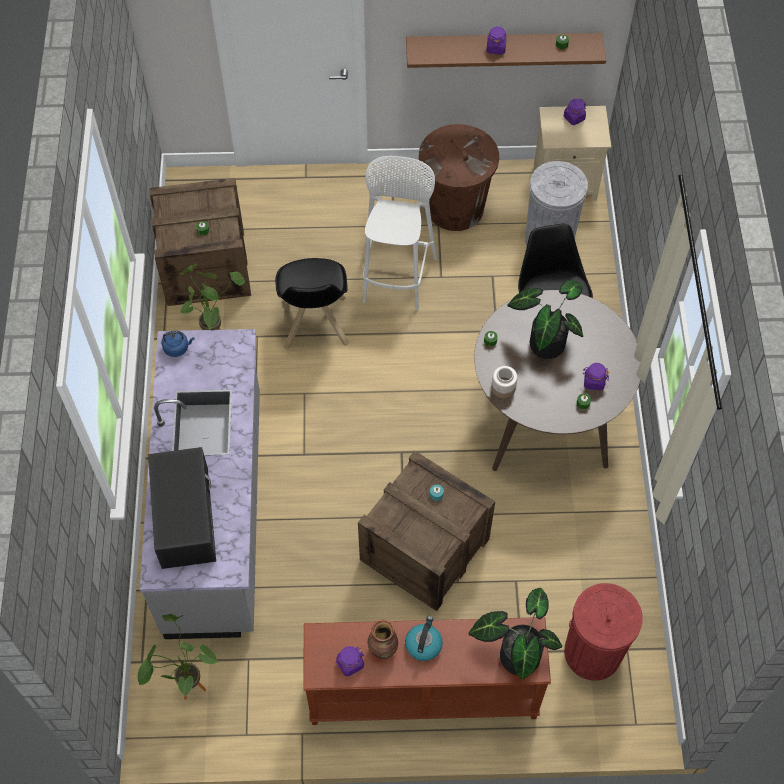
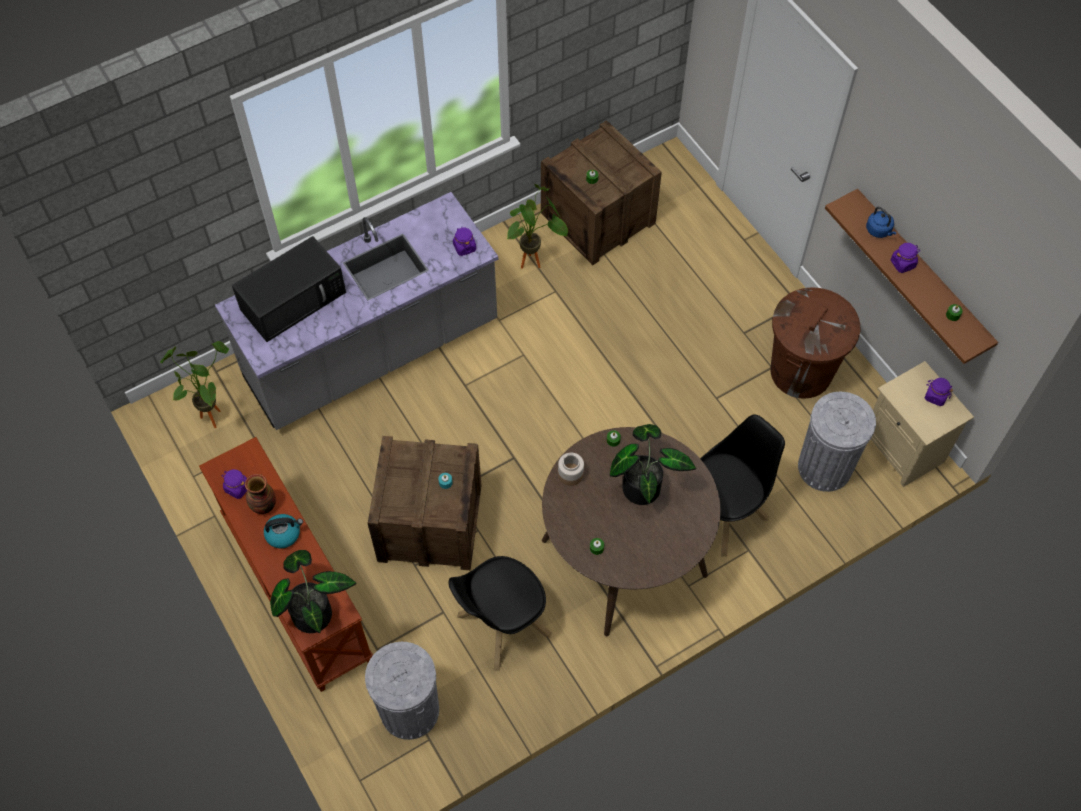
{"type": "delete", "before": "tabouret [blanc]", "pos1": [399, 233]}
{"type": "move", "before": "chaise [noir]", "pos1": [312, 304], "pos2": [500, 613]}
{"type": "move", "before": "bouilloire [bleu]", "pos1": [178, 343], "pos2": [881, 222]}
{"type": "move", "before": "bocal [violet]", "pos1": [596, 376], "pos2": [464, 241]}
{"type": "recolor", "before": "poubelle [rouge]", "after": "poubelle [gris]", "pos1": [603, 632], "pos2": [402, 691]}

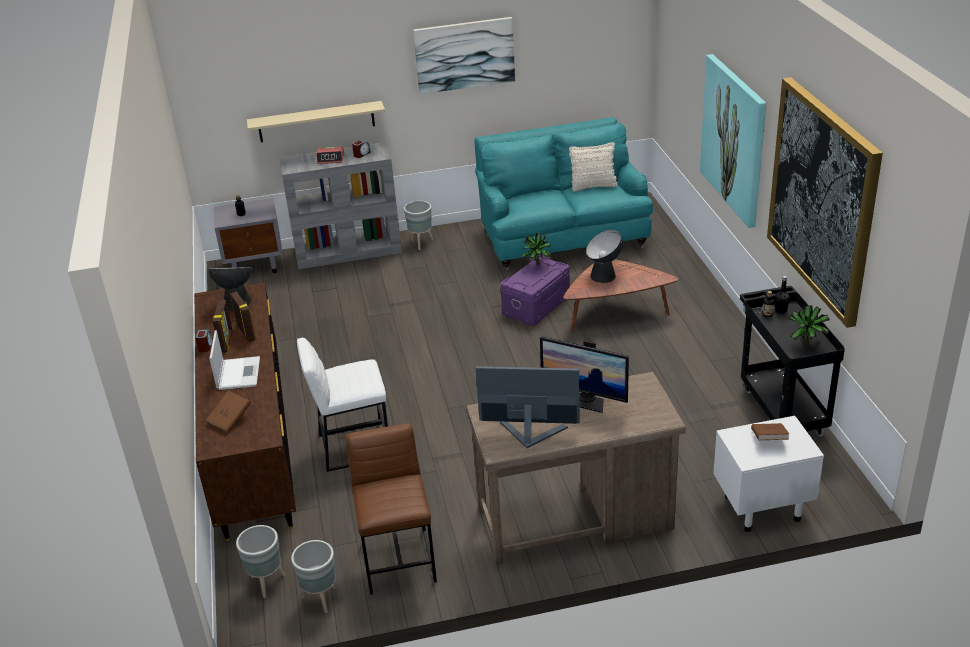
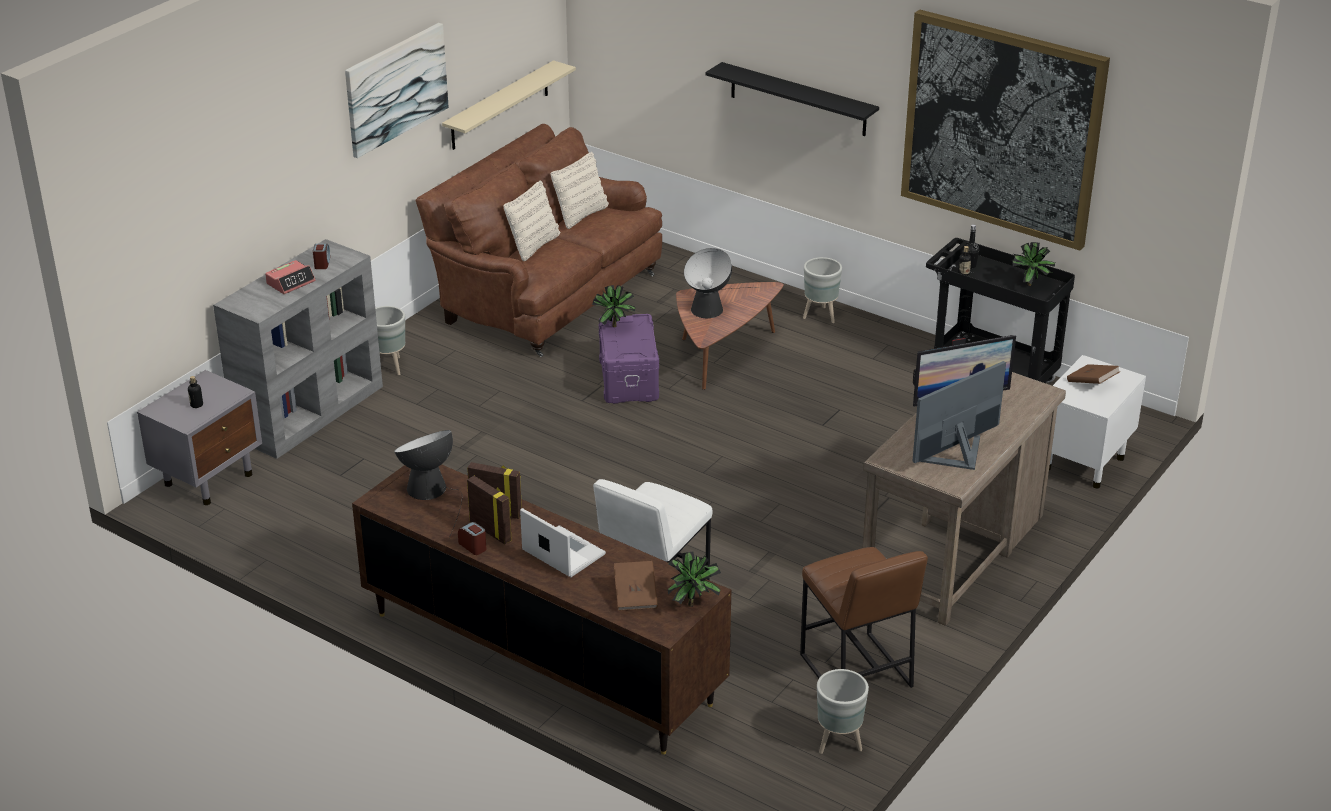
{"type": "replace", "before": "tableau", "after": "étagère [noir]", "pos1": [733, 141], "pos2": [792, 99]}
{"type": "move", "before": "étagère [beige]", "pos1": [316, 121], "pos2": [509, 105]}
{"type": "recolor", "before": "canapé [turquoise]", "after": "canapé [marron]", "pos1": [563, 194], "pos2": [539, 240]}
{"type": "rotate", "before": "chaise [marron]", "pos1": [391, 509], "pos2": [864, 617], "turn": -150}
{"type": "move", "before": "cache-pot [gris]", "pos1": [260, 561], "pos2": [822, 290]}
{"type": "insert", "after": "coussin [beige]", "pos2": [532, 221]}
{"type": "insert", "after": "plante en pot", "pos2": [694, 579]}

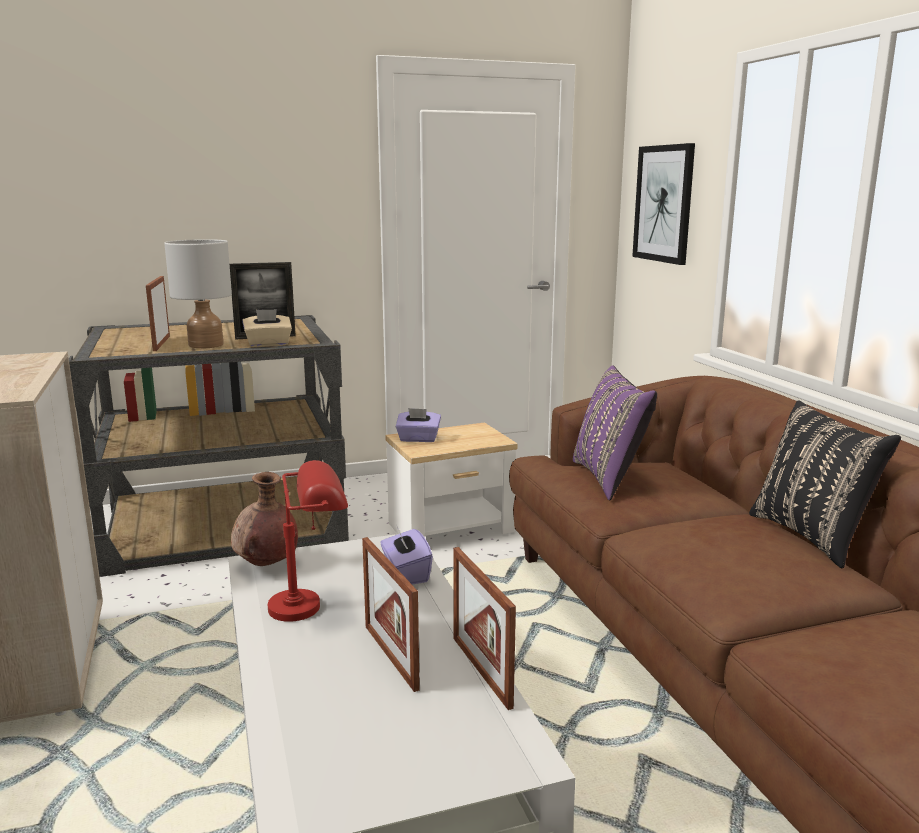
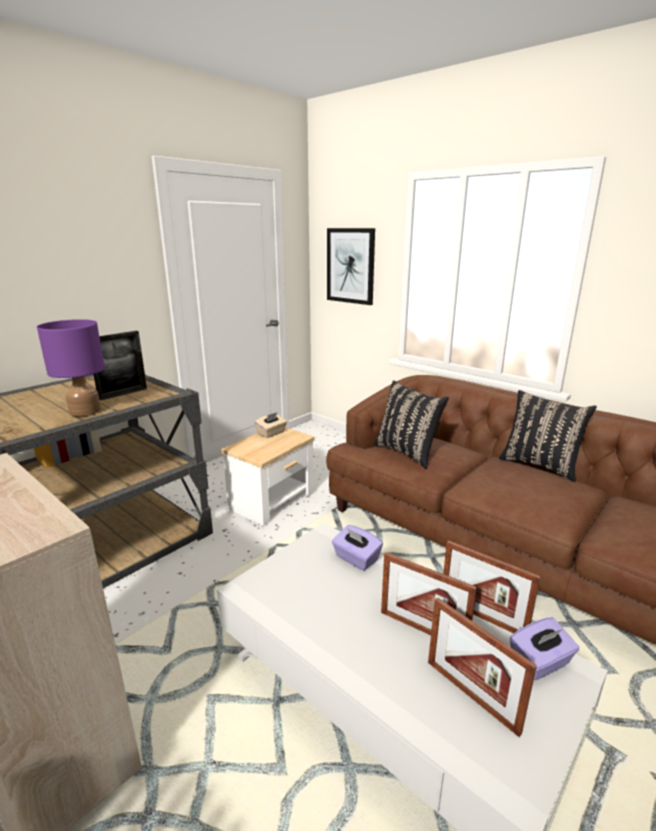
{"type": "recolor", "before": "lampe de table [gris]", "after": "lampe de table [violet]", "pos1": [198, 293], "pos2": [71, 367]}
{"type": "move", "before": "cadre photo", "pos1": [158, 313], "pos2": [482, 667]}
{"type": "move", "before": "boîte à mouchoirs [beige]", "pos1": [267, 328], "pos2": [271, 425]}
{"type": "recolor", "before": "coussin [violet]", "after": "coussin [noir]", "pos1": [615, 432], "pos2": [411, 424]}
{"type": "move", "before": "boîte à mouchoirs [violet]", "pos1": [418, 425], "pos2": [545, 649]}
{"type": "delete", "before": "lampe de table [rouge]", "pos1": [308, 541]}
{"type": "delete", "before": "vase [marron]", "pos1": [264, 519]}

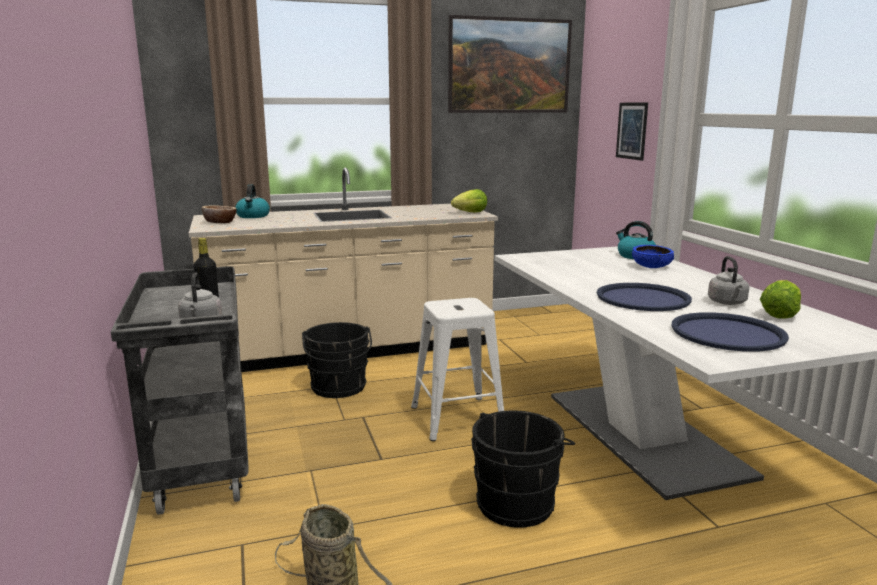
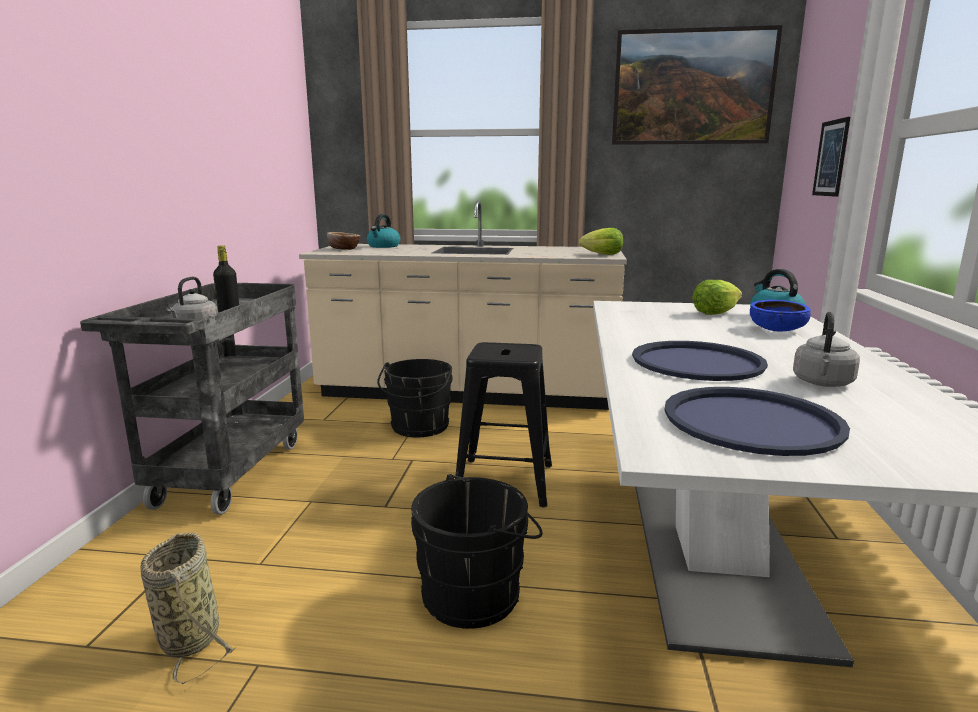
{"type": "move", "before": "laitue", "pos1": [780, 299], "pos2": [717, 297]}
{"type": "recolor", "before": "tabouret [blanc]", "after": "tabouret [noir]", "pos1": [457, 369], "pos2": [503, 424]}

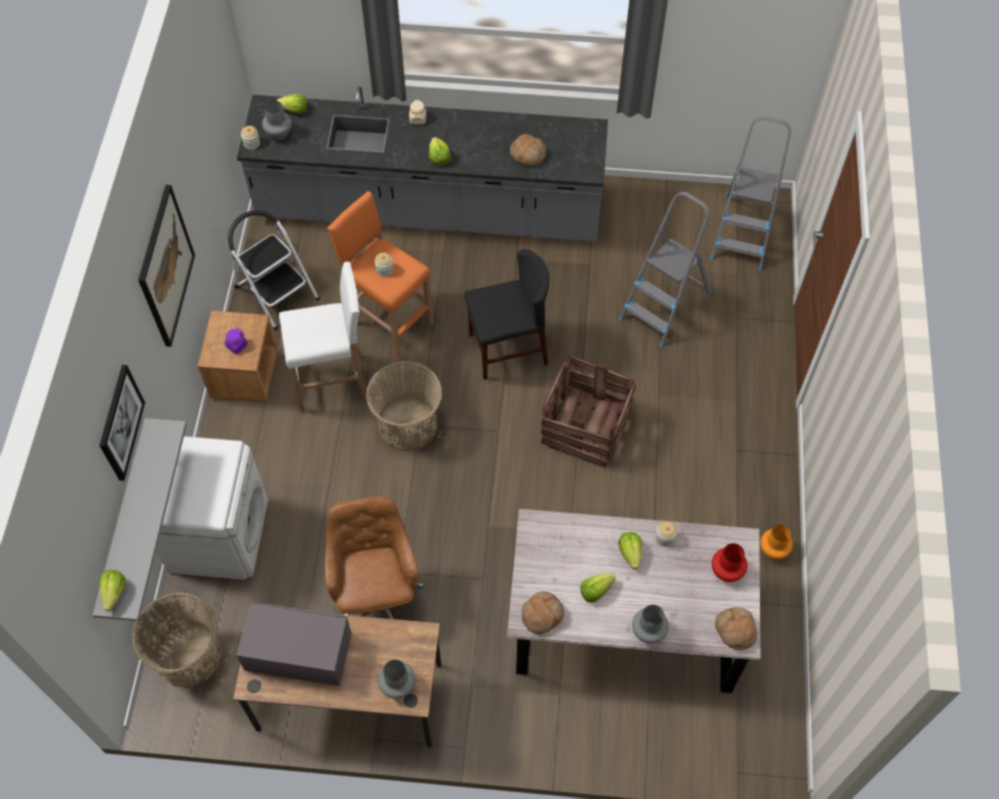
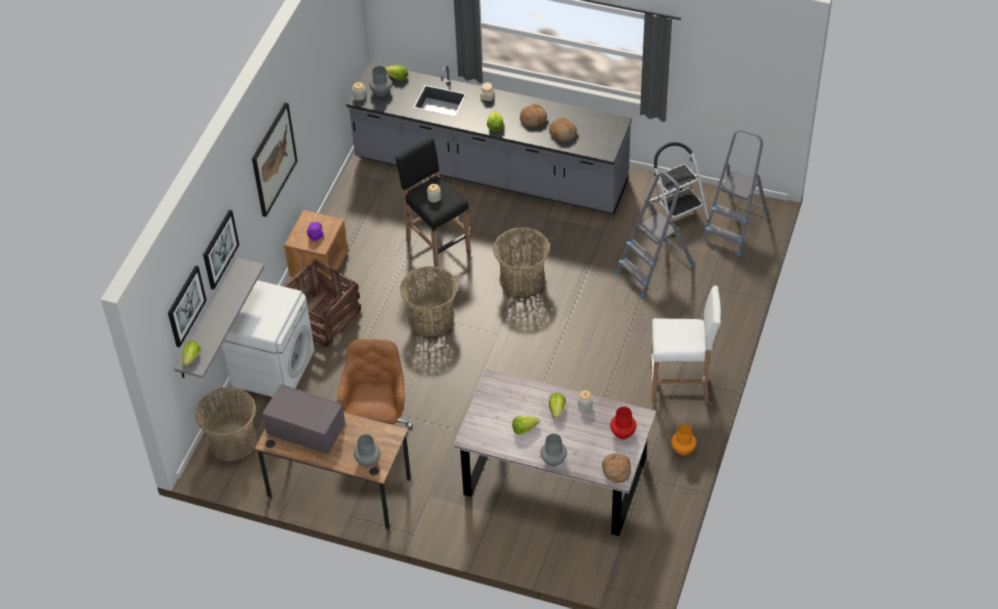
{"type": "recolor", "before": "tabouret [orange]", "after": "tabouret [noir]", "pos1": [380, 275], "pos2": [433, 204]}
{"type": "move", "before": "escabeau", "pos1": [274, 270], "pos2": [677, 189]}
{"type": "replace", "before": "chaise [noir]", "after": "panier", "pos1": [506, 314], "pos2": [521, 262]}
{"type": "move", "before": "tabouret [blanc]", "pos1": [323, 337], "pos2": [685, 345]}
{"type": "move", "before": "caisse", "pos1": [588, 411], "pos2": [322, 302]}
{"type": "move", "before": "pain", "pos1": [543, 612], "pos2": [533, 115]}
{"type": "insert", "after": "tableau", "pos2": [187, 306]}

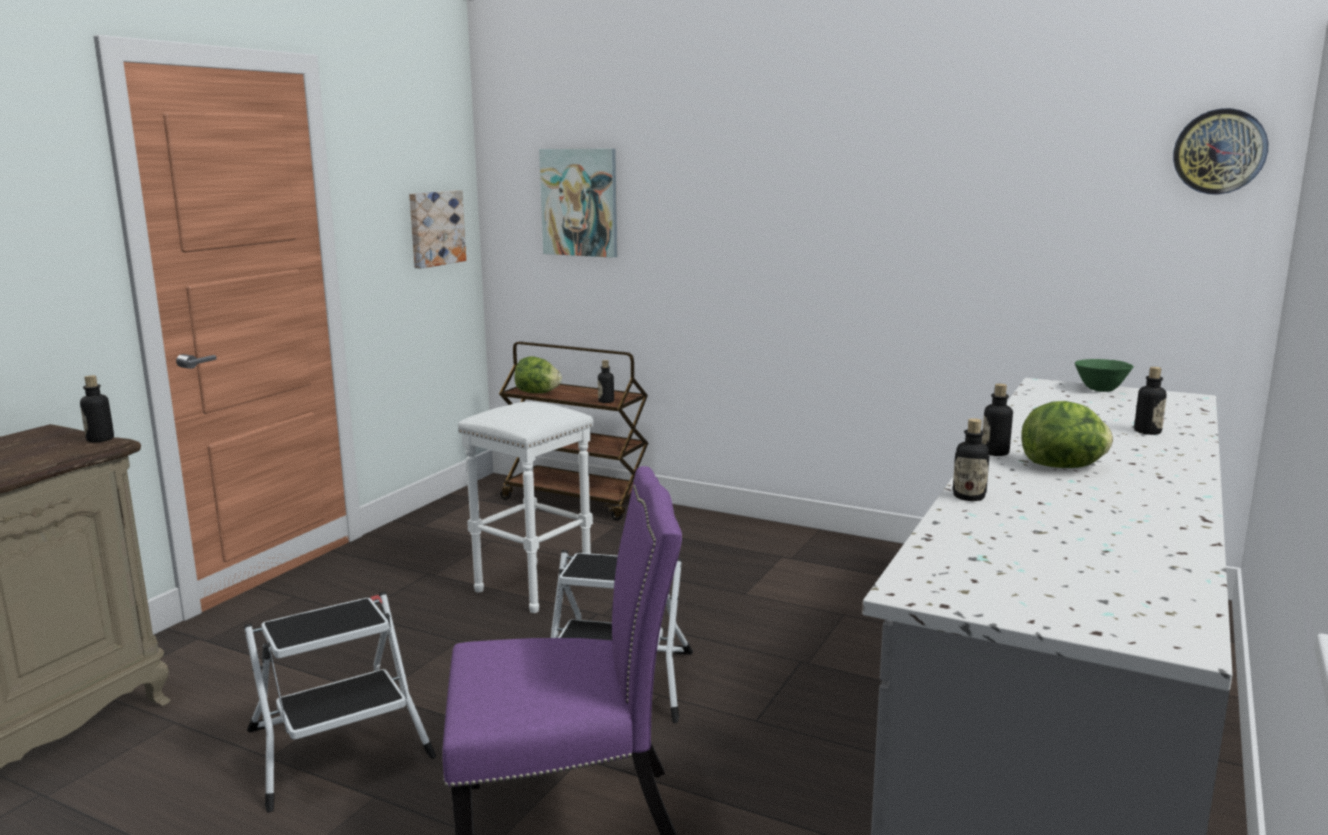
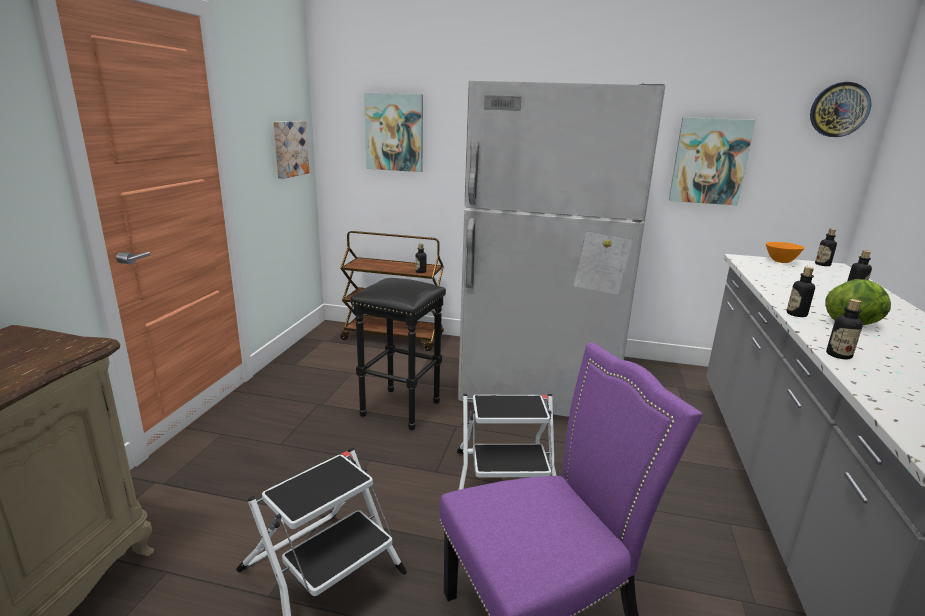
{"type": "delete", "before": "laitue", "pos1": [538, 374]}
{"type": "recolor", "before": "bol [vert]", "after": "bol [orange]", "pos1": [1104, 375], "pos2": [785, 252]}
{"type": "move", "before": "bouteille", "pos1": [97, 408], "pos2": [826, 247]}
{"type": "recolor", "before": "tabouret [blanc]", "after": "tabouret [noir]", "pos1": [525, 507], "pos2": [398, 354]}
{"type": "insert", "after": "réfrigérateur [blanc]", "pos2": [561, 249]}
{"type": "insert", "after": "tableau", "pos2": [712, 161]}

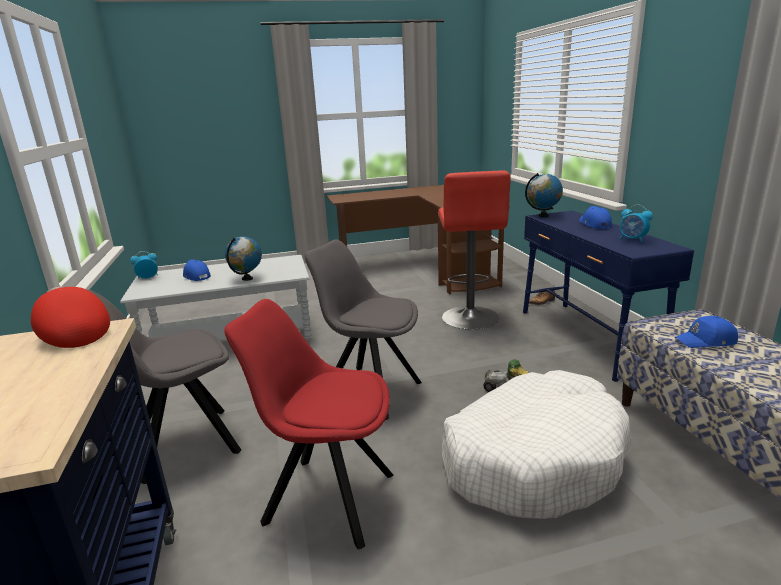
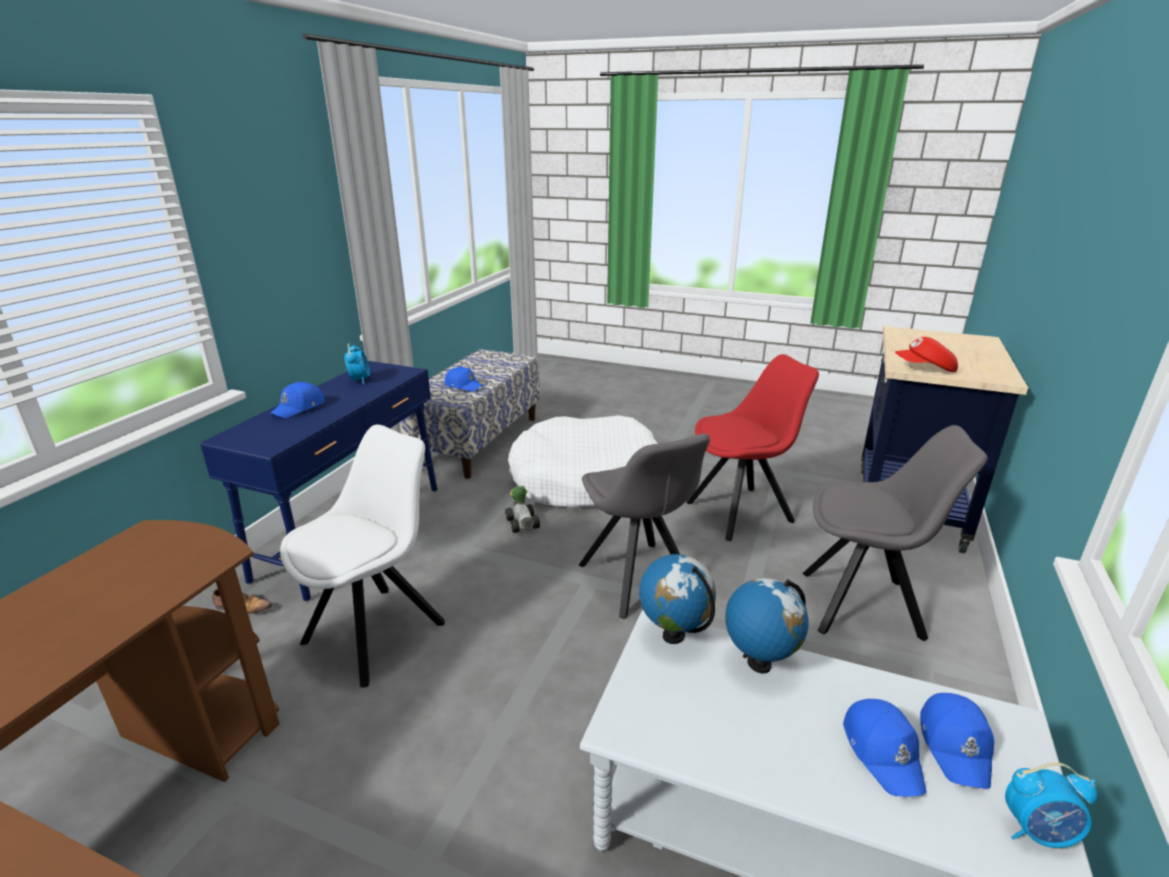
{"type": "replace", "before": "tabouret [rouge]", "after": "chaise [blanc]", "pos1": [474, 250], "pos2": [362, 555]}
{"type": "move", "before": "globe", "pos1": [544, 195], "pos2": [677, 599]}
{"type": "rotate", "before": "casquette [rouge]", "pos1": [70, 317], "pos2": [926, 354], "turn": 105}
{"type": "rotate", "before": "chaise [rouge]", "pos1": [309, 424], "pos2": [753, 447], "turn": -75}
{"type": "insert", "after": "casquette [bleu]", "pos2": [957, 741]}

